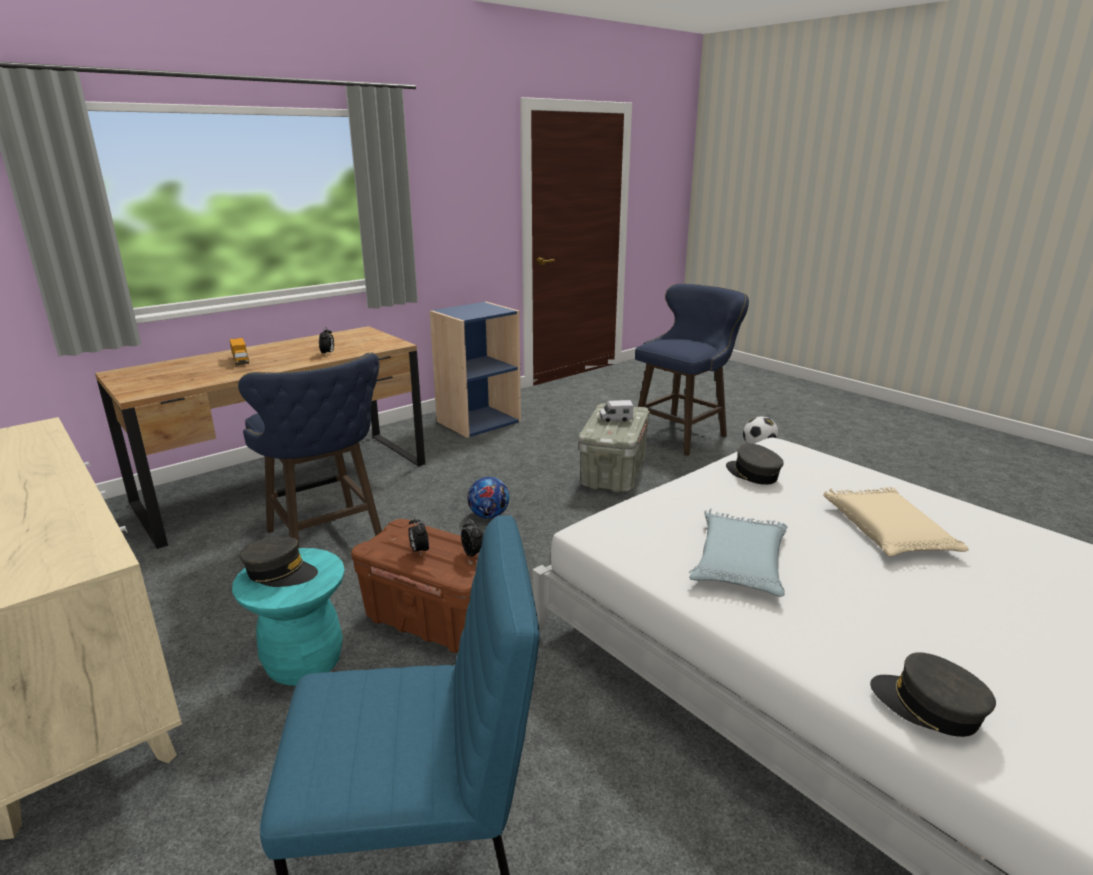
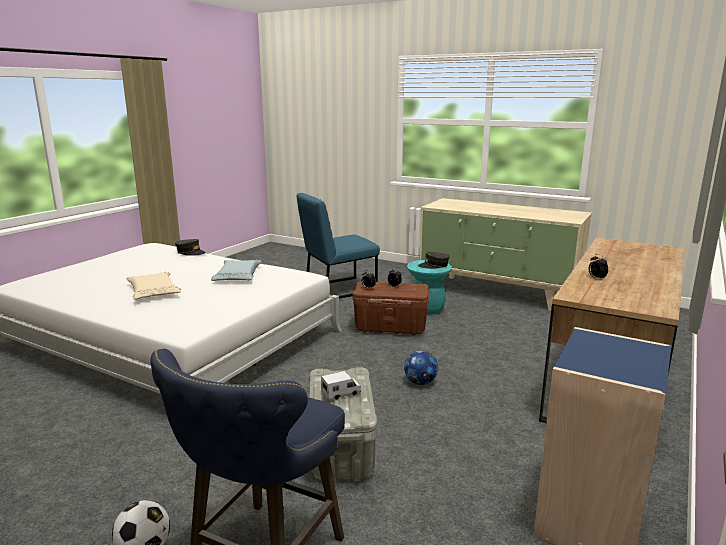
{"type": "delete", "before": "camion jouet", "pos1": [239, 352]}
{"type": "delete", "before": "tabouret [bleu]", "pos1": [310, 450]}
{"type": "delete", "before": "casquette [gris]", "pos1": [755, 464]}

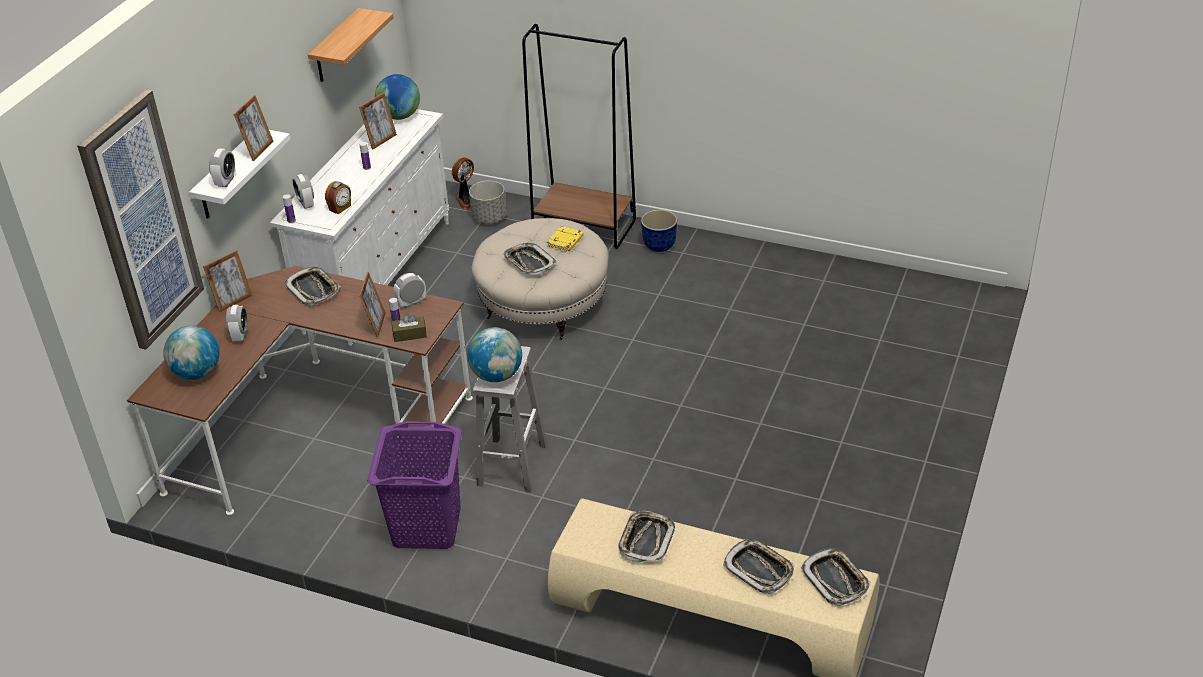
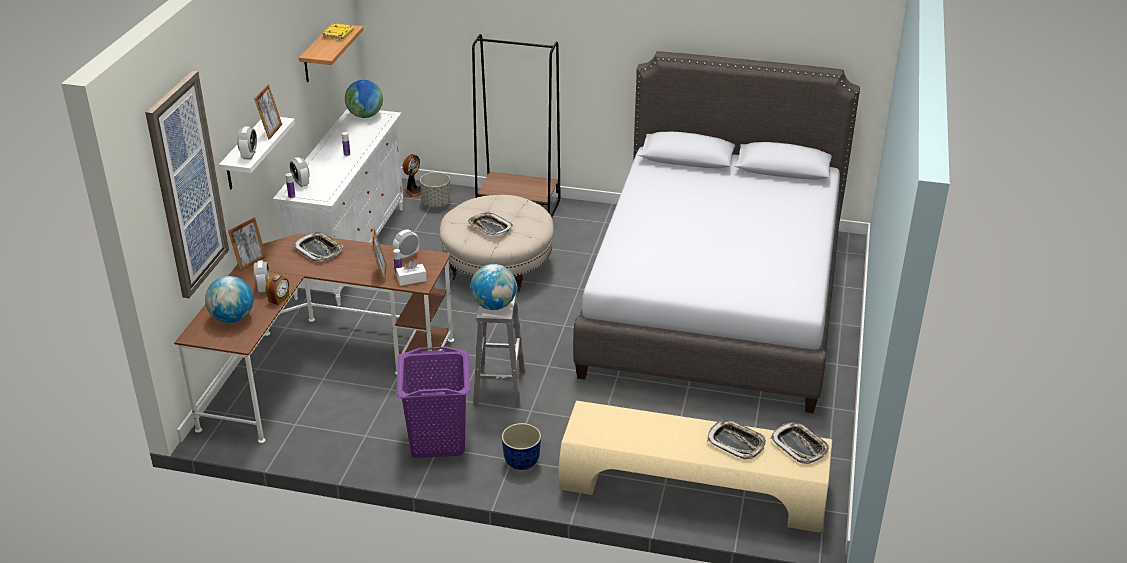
{"type": "delete", "before": "cadre photo", "pos1": [378, 121]}
{"type": "move", "before": "réveil", "pos1": [338, 197], "pos2": [277, 289]}
{"type": "move", "before": "cache-pot", "pos1": [659, 231], "pos2": [521, 446]}
{"type": "move", "before": "livre [jaune]", "pos1": [565, 239], "pos2": [338, 31]}
{"type": "recolor", "before": "boîte à mouchoirs [marron]", "after": "boîte à mouchoirs [blanc]", "pos1": [409, 328], "pos2": [411, 273]}
{"type": "delete", "before": "plateau", "pos1": [646, 537]}
{"type": "insert", "after": "lit [gris]", "pos2": [716, 232]}

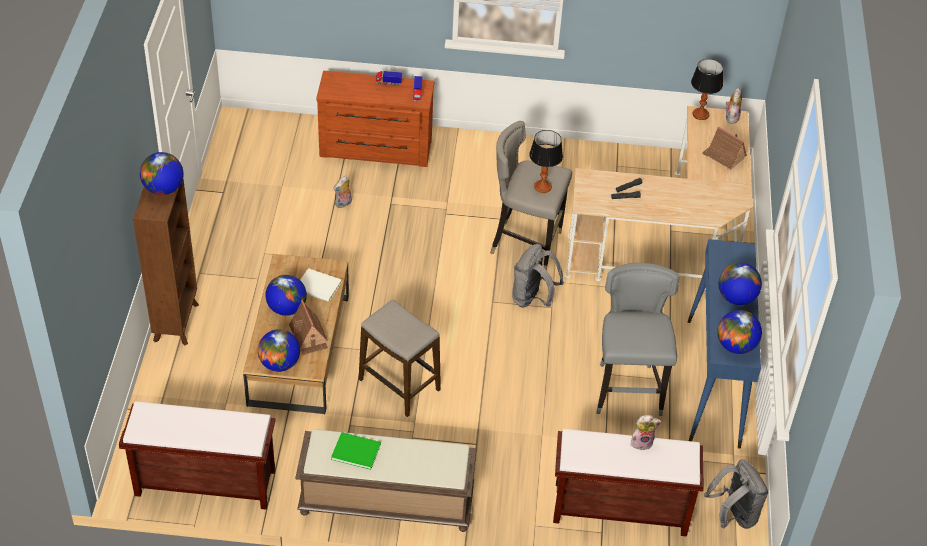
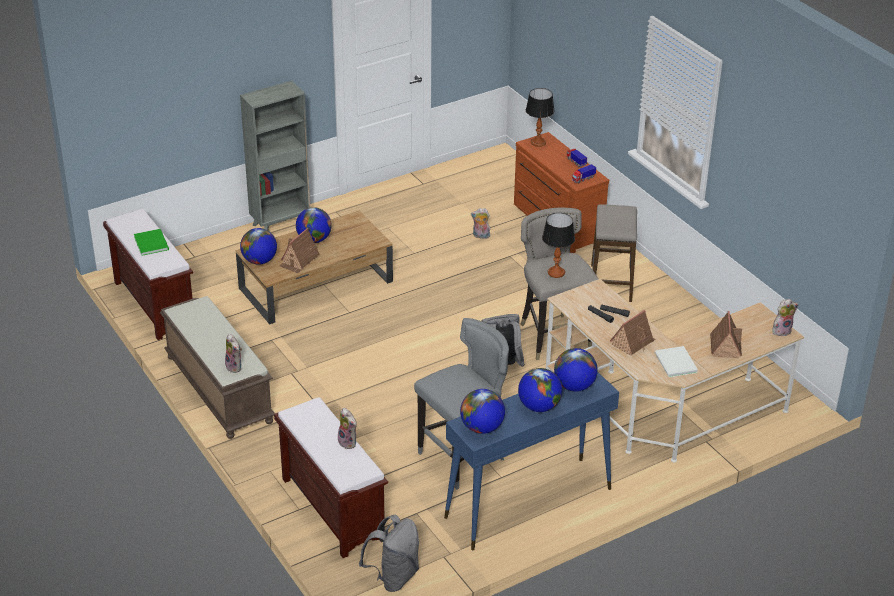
{"type": "move", "before": "lampe de table", "pos1": [707, 89], "pos2": [540, 117]}
{"type": "move", "before": "globe", "pos1": [162, 173], "pos2": [576, 370]}
{"type": "recolor", "before": "bibliothèque [marron]", "after": "bibliothèque [gris]", "pos1": [166, 262], "pos2": [275, 155]}
{"type": "move", "before": "livre [blanc]", "pos1": [321, 285], "pos2": [676, 361]}
{"type": "move", "before": "tabouret", "pos1": [400, 358], "pos2": [614, 253]}
{"type": "move", "before": "livre [vert]", "pos1": [356, 451], "pos2": [151, 242]}
{"type": "insert", "after": "maison miniature", "pos2": [633, 333]}
{"type": "insert", "after": "peluche", "pos2": [233, 353]}

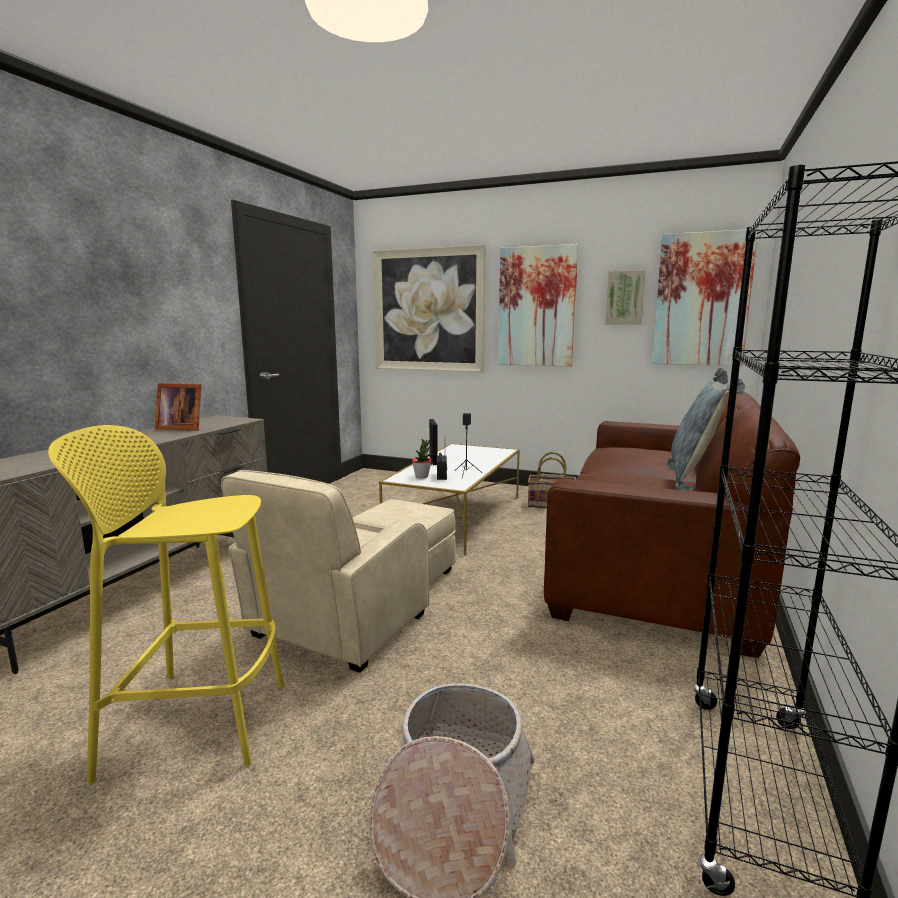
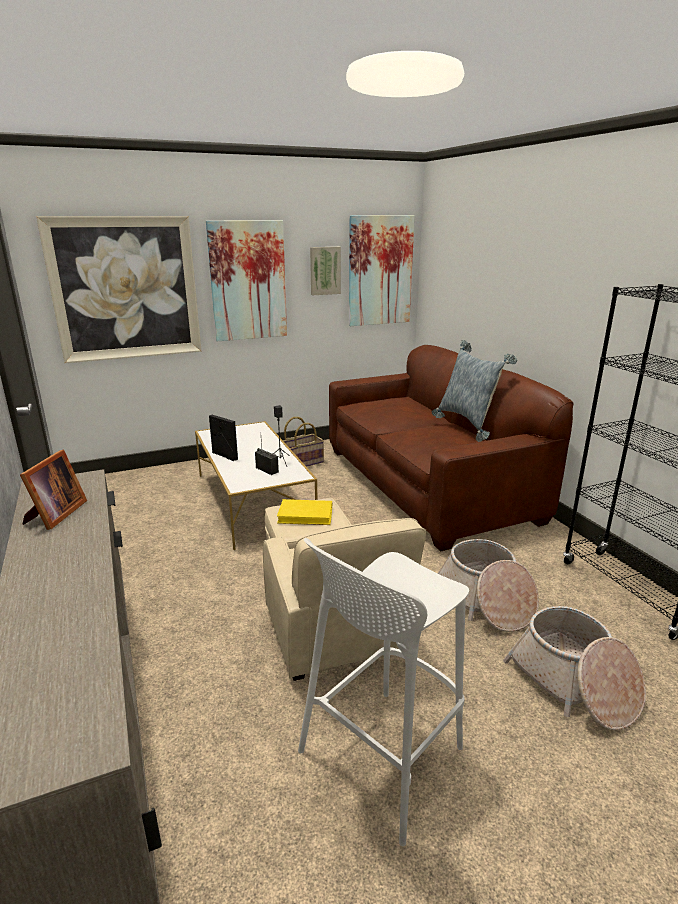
{"type": "rotate", "before": "cadre photo", "pos1": [178, 407], "pos2": [53, 490], "turn": -45}
{"type": "recolor", "before": "tabouret [jaune]", "after": "tabouret [blanc]", "pos1": [166, 605], "pos2": [383, 692]}
{"type": "delete", "before": "plante en pot", "pos1": [422, 458]}
{"type": "insert", "after": "livre [jaune]", "pos2": [304, 512]}
{"type": "insert", "after": "panier", "pos2": [488, 585]}

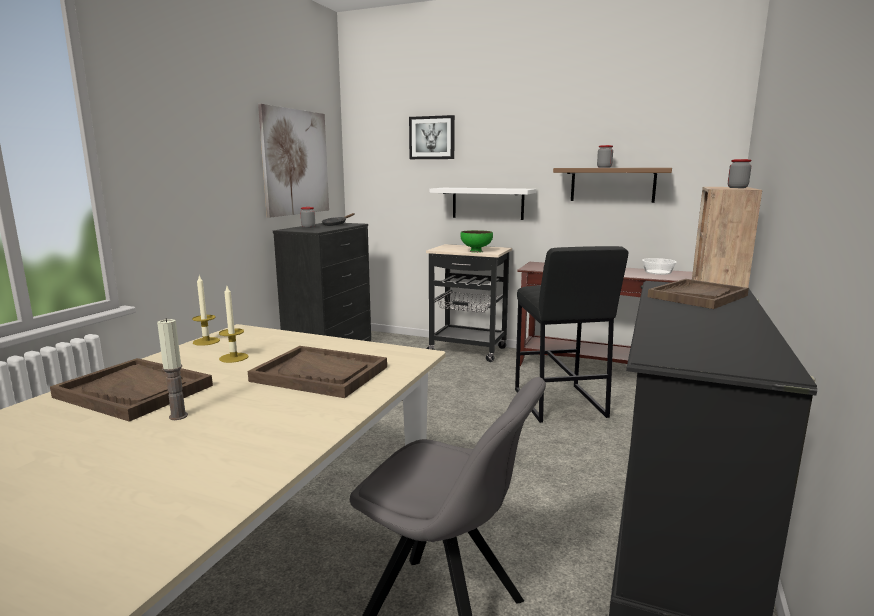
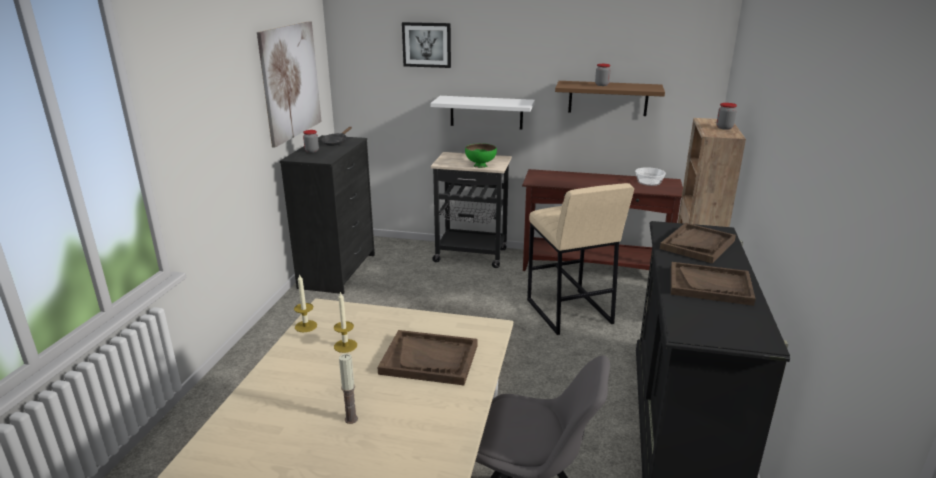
{"type": "recolor", "before": "tabouret [noir]", "after": "tabouret [beige]", "pos1": [571, 334], "pos2": [580, 259]}
{"type": "move", "before": "plateau [marron]", "pos1": [131, 390], "pos2": [713, 284]}

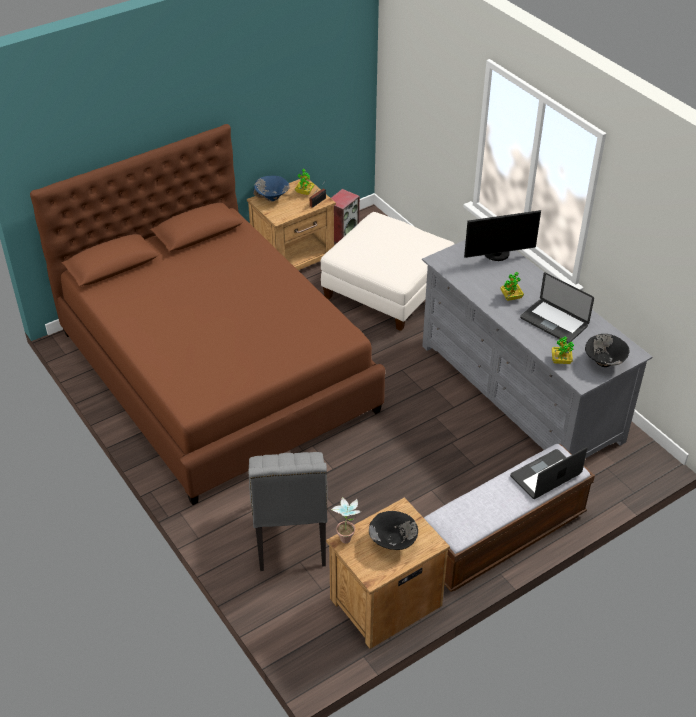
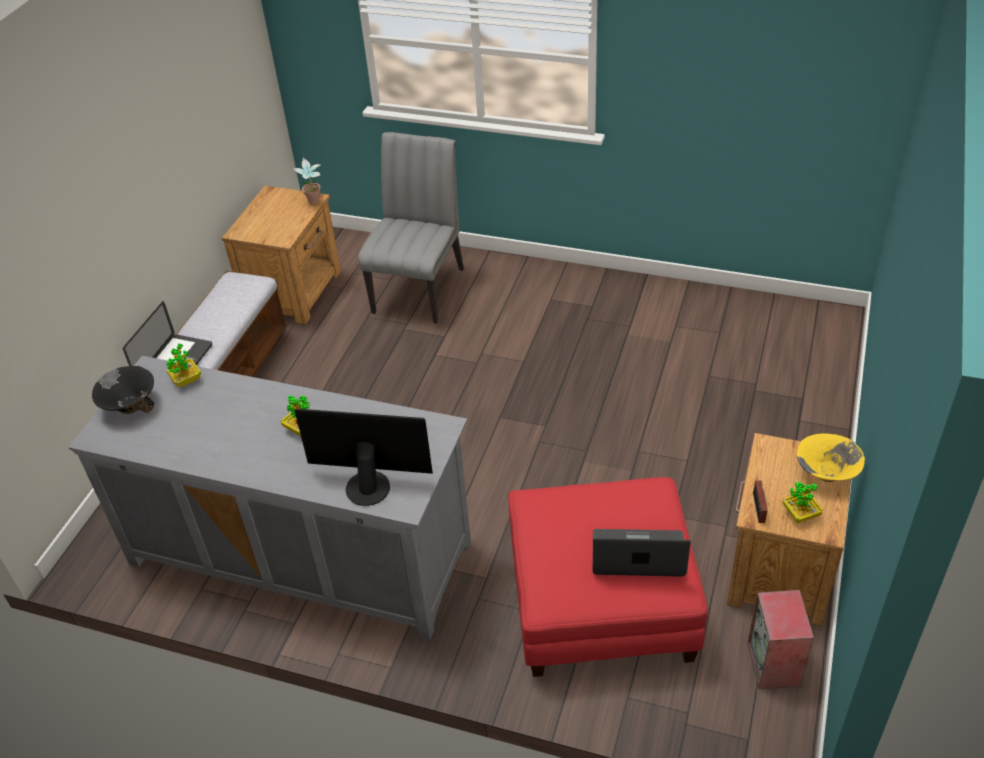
{"type": "delete", "before": "lit [marron]", "pos1": [207, 314]}
{"type": "recolor", "before": "bol [bleu]", "after": "bol [jaune]", "pos1": [271, 188], "pos2": [831, 457]}
{"type": "rotate", "before": "écran d'ordinateur", "pos1": [502, 235], "pos2": [363, 457], "turn": 60}
{"type": "recolor", "before": "pouf [blanc]", "after": "pouf [rouge]", "pos1": [387, 271], "pos2": [608, 577]}
{"type": "move", "before": "ordinateur portable", "pos1": [557, 308], "pos2": [642, 553]}
{"type": "rotate", "before": "chaise [gris]", "pos1": [287, 511], "pos2": [411, 228], "turn": 60}
{"type": "delete", "before": "bol [noir]", "pos1": [393, 530]}

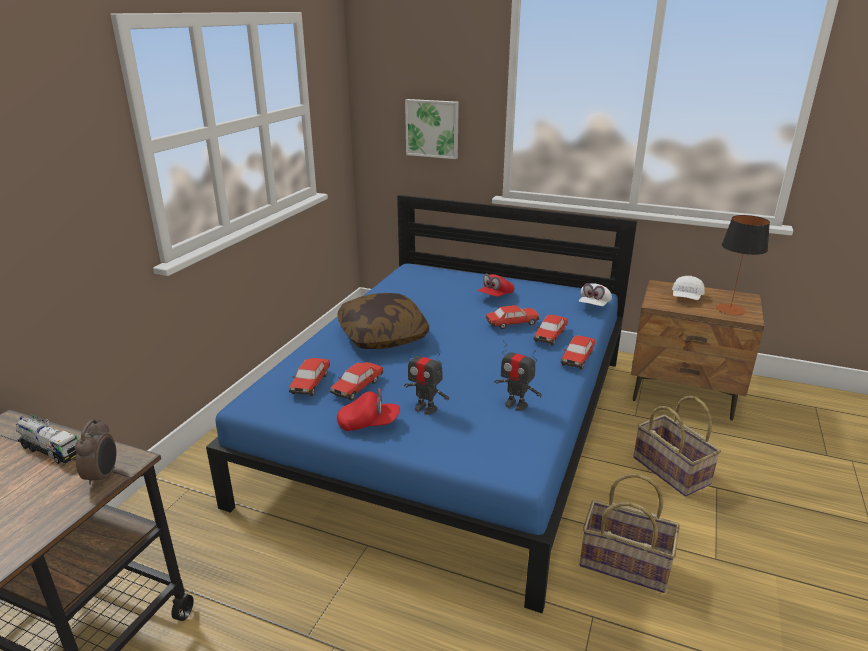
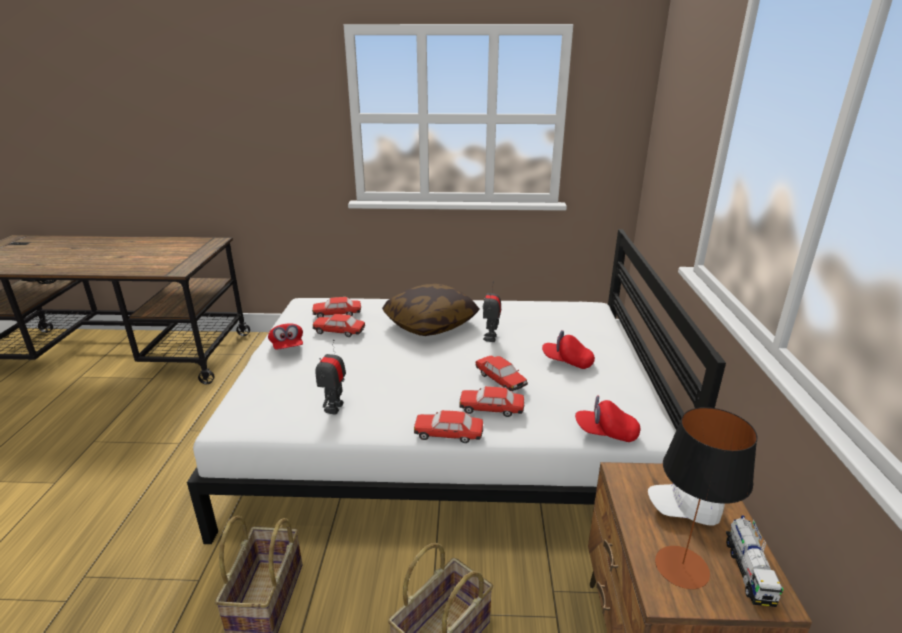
{"type": "delete", "before": "tableau", "pos1": [432, 129]}
{"type": "recolor", "before": "lit [bleu]", "after": "lit [blanc]", "pos1": [421, 404], "pos2": [456, 386]}
{"type": "recolor", "before": "casquette [blanc]", "after": "casquette [rouge]", "pos1": [595, 294], "pos2": [607, 418]}
{"type": "move", "before": "robot jouet", "pos1": [426, 379], "pos2": [492, 311]}
{"type": "move", "before": "camion jouet", "pos1": [47, 439], "pos2": [754, 561]}
{"type": "delete", "before": "réveil", "pos1": [95, 452]}

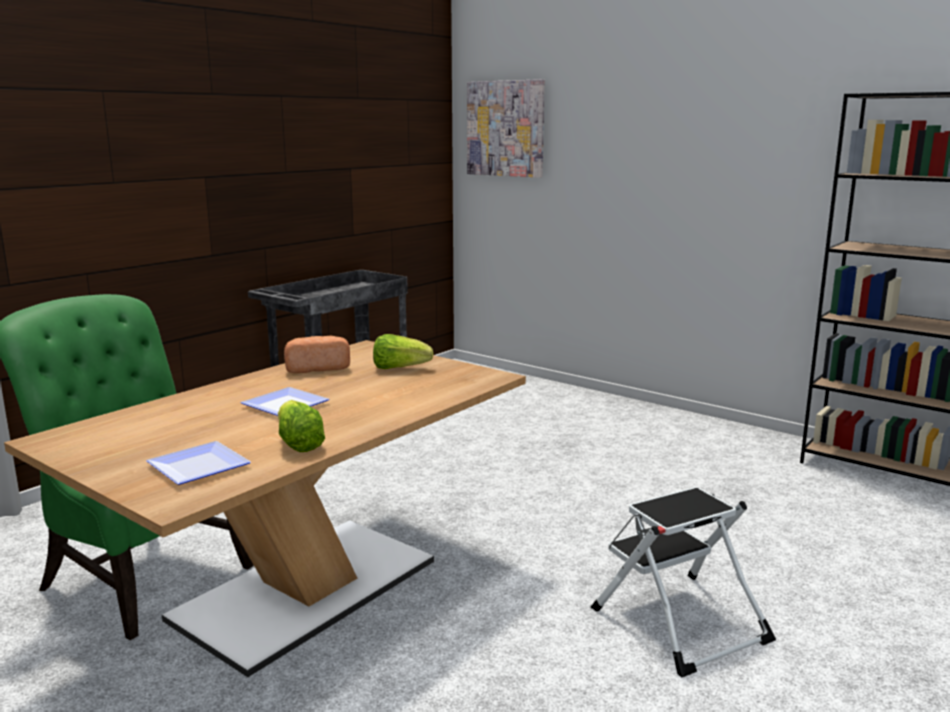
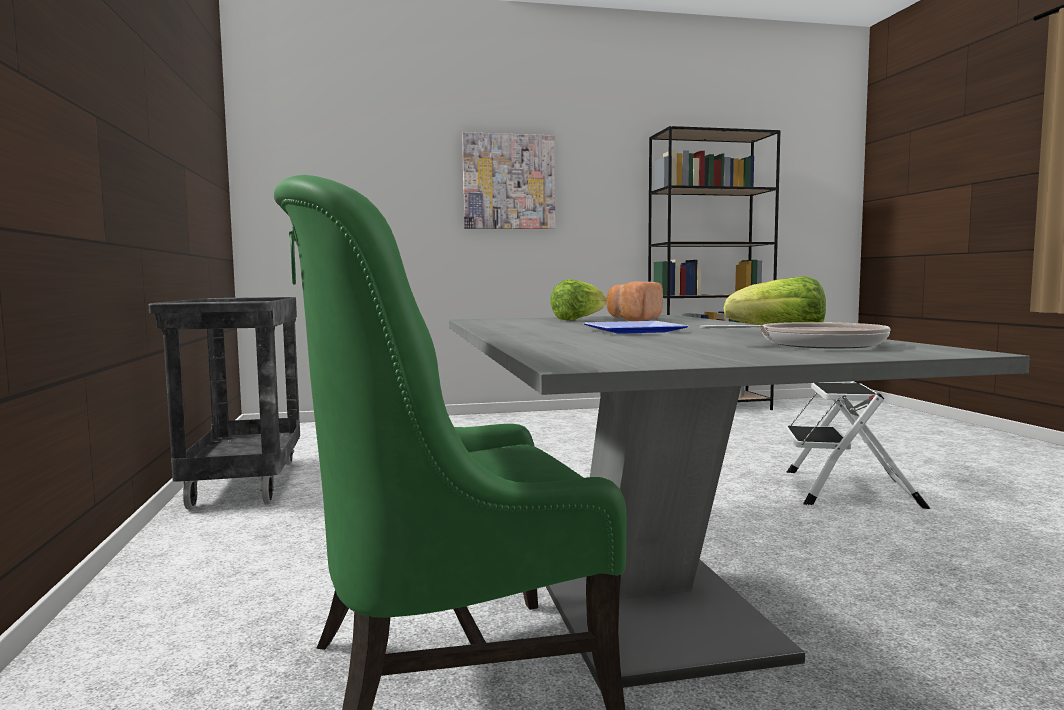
{"type": "move", "before": "tableau", "pos1": [506, 128], "pos2": [508, 180]}
{"type": "move", "before": "pain", "pos1": [317, 354], "pos2": [635, 301]}
{"type": "recolor", "before": "table à manger [marron]", "after": "table à manger [gris]", "pos1": [265, 508], "pos2": [739, 503]}
{"type": "replace", "before": "assiette", "after": "poêle", "pos1": [198, 463], "pos2": [795, 335]}

